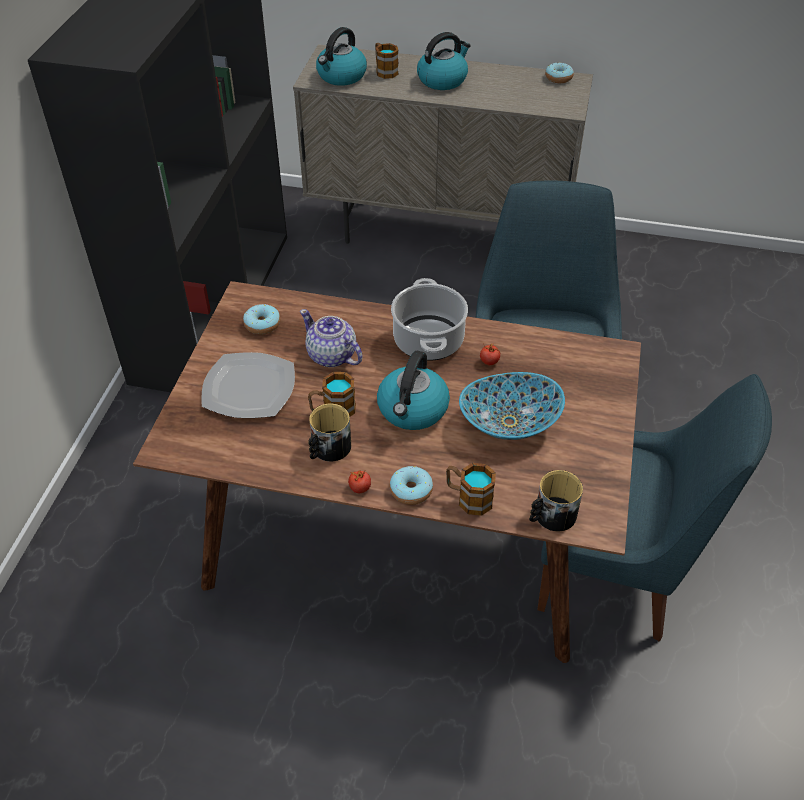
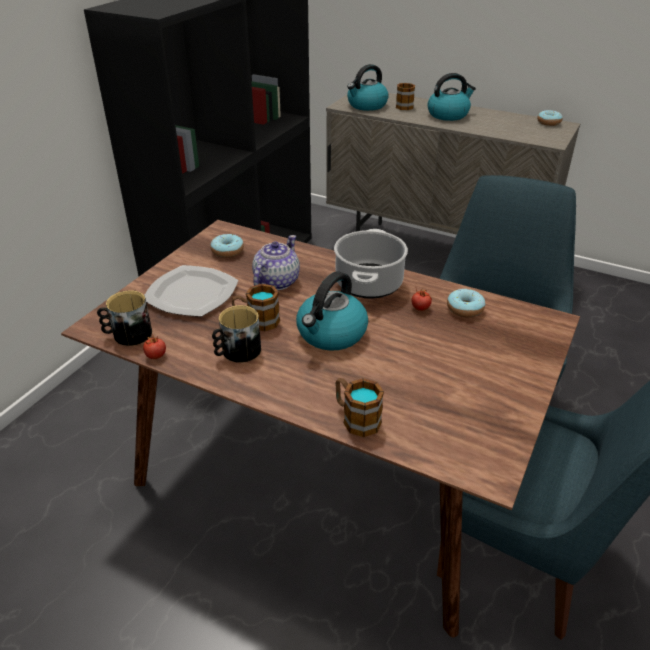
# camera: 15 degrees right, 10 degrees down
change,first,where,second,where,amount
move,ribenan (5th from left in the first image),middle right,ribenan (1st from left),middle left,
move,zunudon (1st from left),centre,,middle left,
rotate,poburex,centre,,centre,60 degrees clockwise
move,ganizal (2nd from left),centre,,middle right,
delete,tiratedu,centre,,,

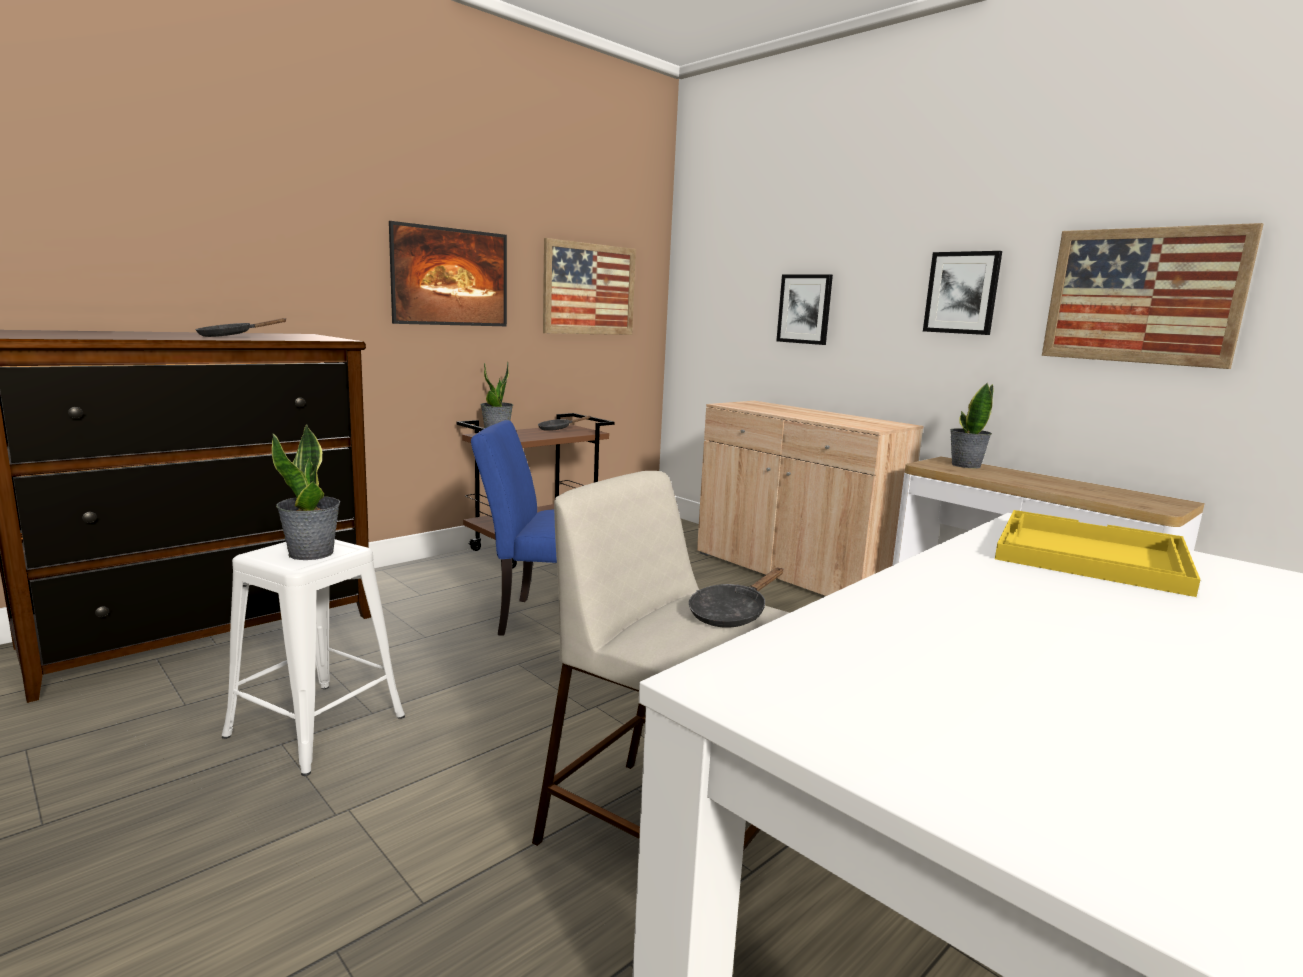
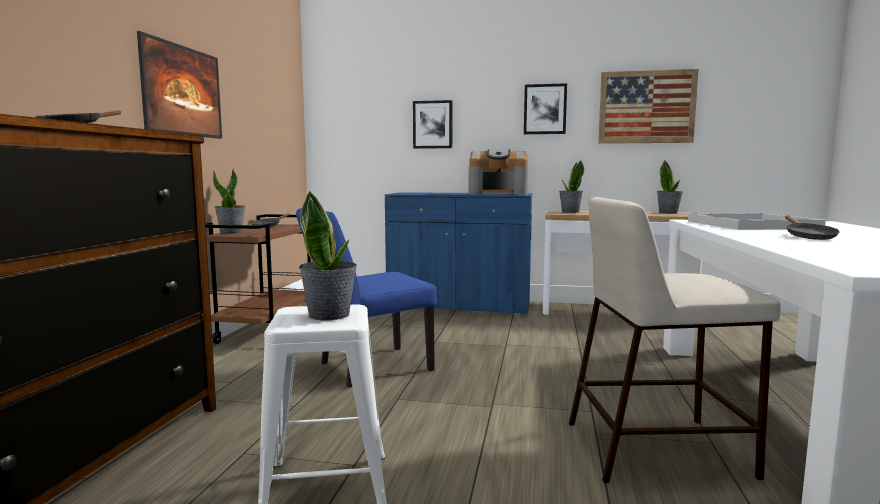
# camera: 35 degrees left, 5 degrees down
change,first,where,second,where,amount
recolor,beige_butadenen,centre,blue_butadenen,centre,
insert,,,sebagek,centre,
insert,,,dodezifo (4th from left),middle right,
recolor,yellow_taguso,middle right,white_taguso,middle right,
move,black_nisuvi (3rd from left),centre,,middle right,
delete,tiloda (2nd from left),top centre,,,

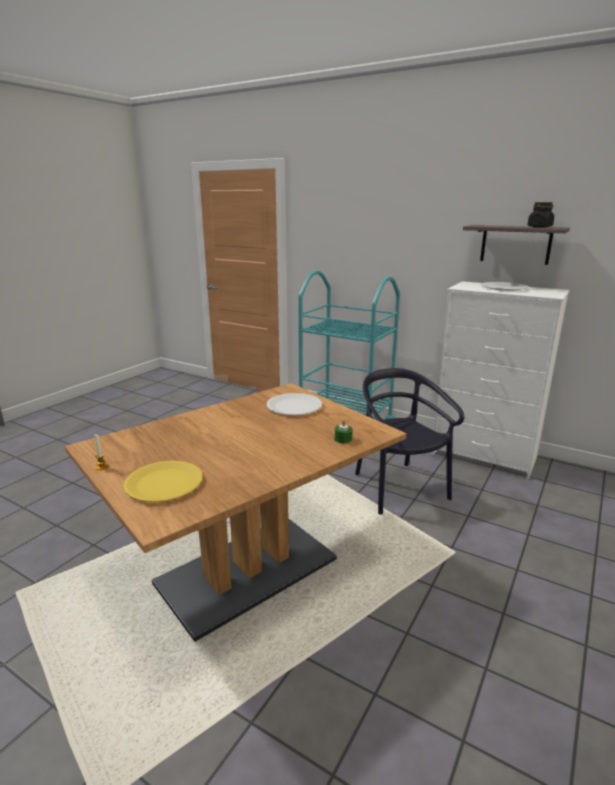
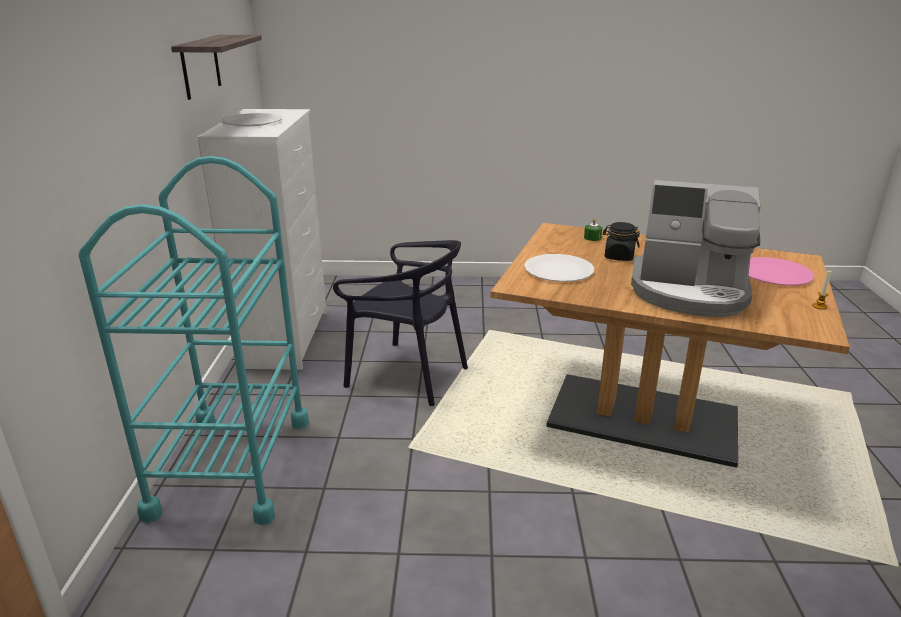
# camera: 120 degrees left, 5 degrees up
change,first,where,second,where,amount
rotate,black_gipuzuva,centre,,centre,105 degrees counterclockwise
move,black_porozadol,top right,,middle right,
insert,,,sebagek,middle right,
recolor,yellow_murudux,middle left,pink_murudux,middle right,

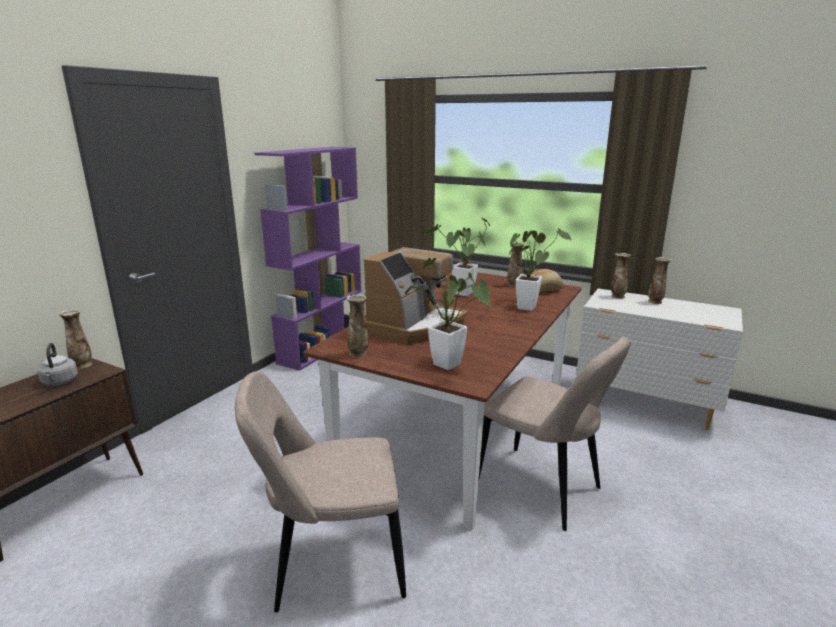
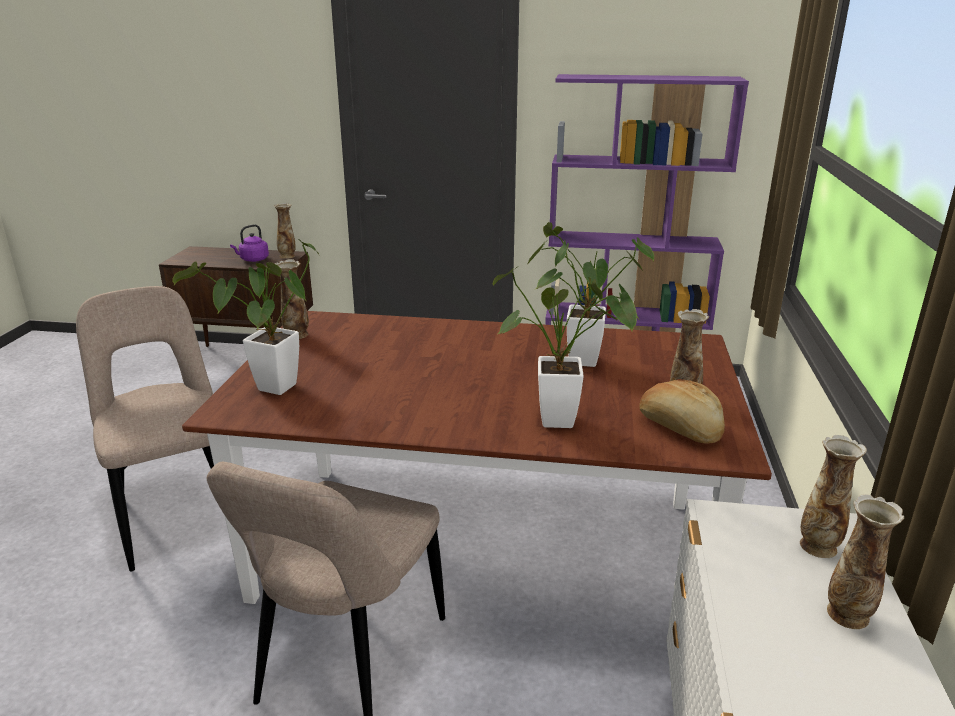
# camera: 70 degrees right, 5 degrees up
change,first,where,second,where,amount
recolor,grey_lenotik,middle left,purple_lenotik,middle left,
delete,sebagek,centre,,,

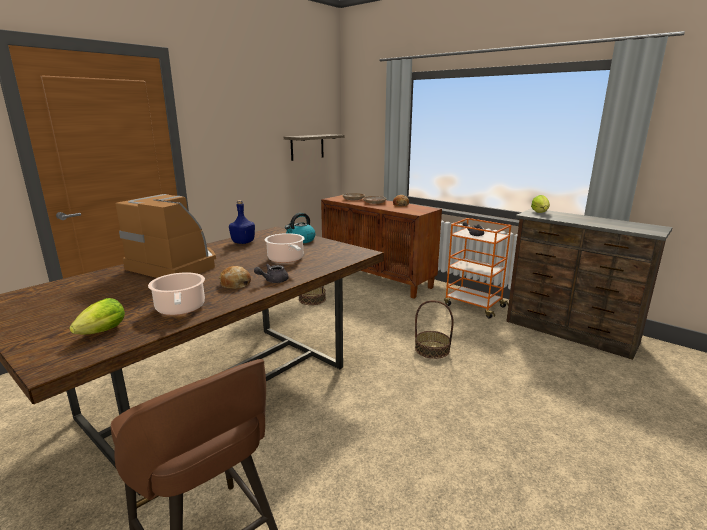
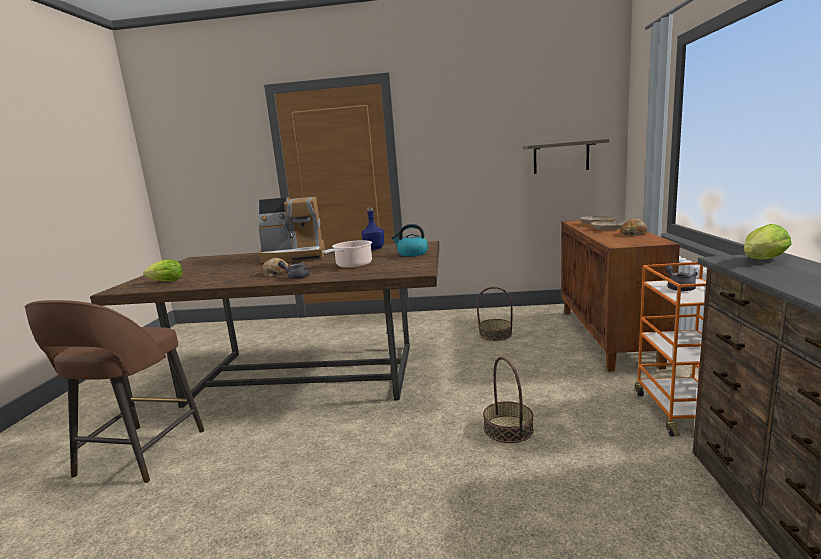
# camera: 55 degrees right, 5 degrees down
change,first,where,second,where,amount
rotate,sebagek,middle left,,centre,90 degrees clockwise
delete,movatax (1st from left),middle left,,,

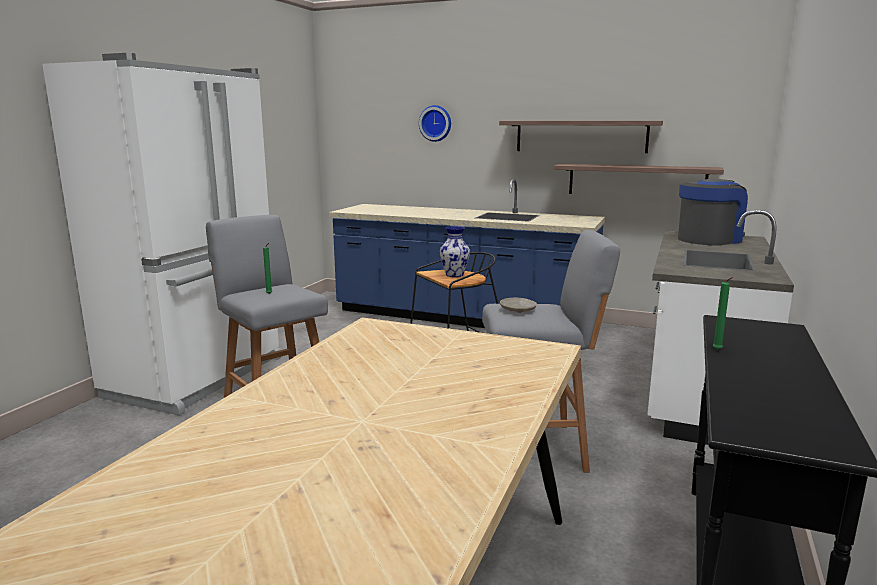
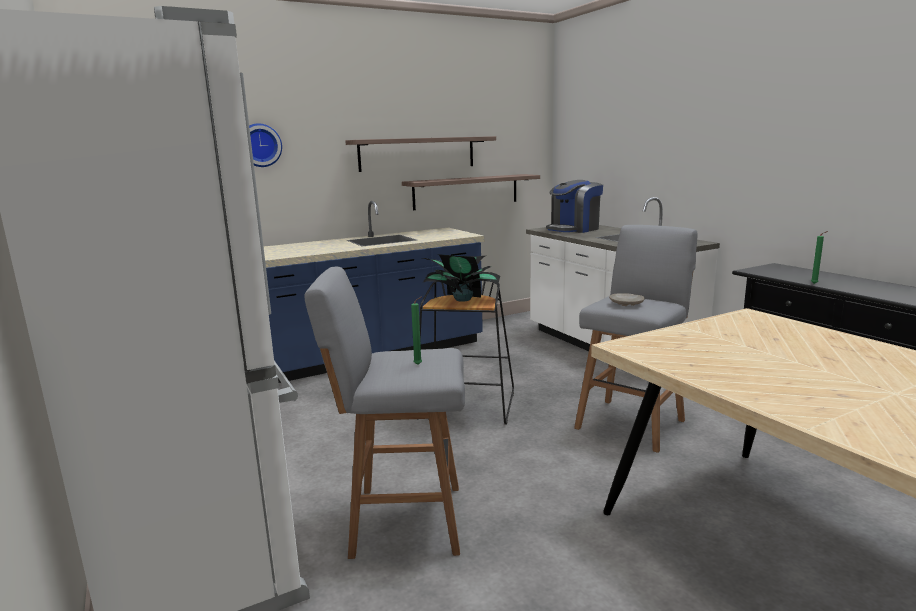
# camera: 50 degrees left, 0 degrees up
change,first,where,second,where,amount
replace,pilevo,centre,dodezifo,centre,
rotate,sebagek,middle right,,centre,135 degrees counterclockwise

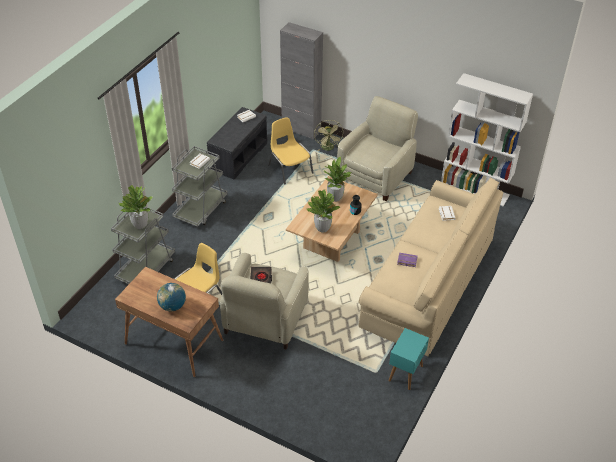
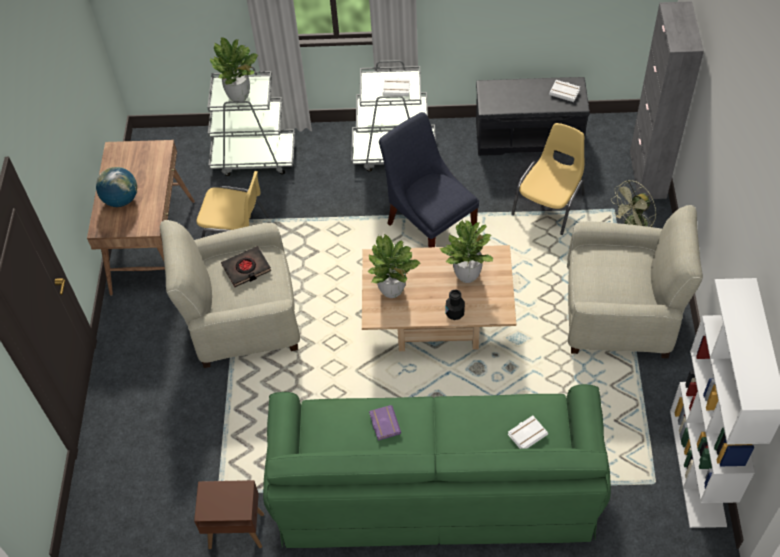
# camera: 65 degrees right, 10 degrees up
change,first,where,second,where,amount
recolor,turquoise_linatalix,bottom centre,brown_linatalix,bottom left,
recolor,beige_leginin,middle right,green_leginin,bottom centre,
insert,,,blue_gipuzuva,top centre,

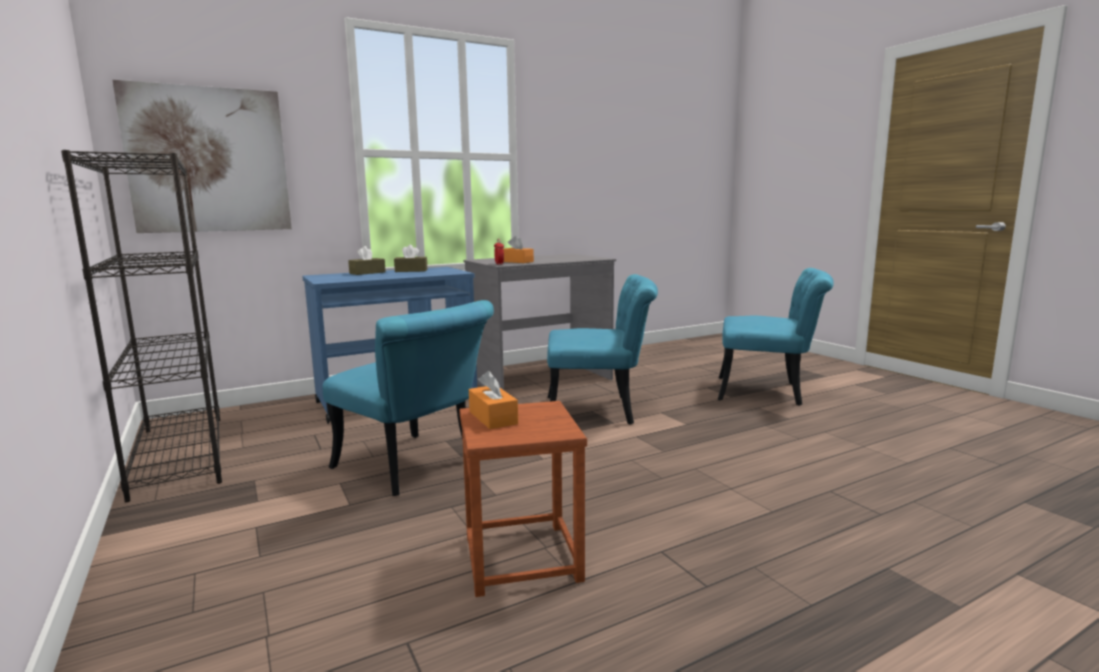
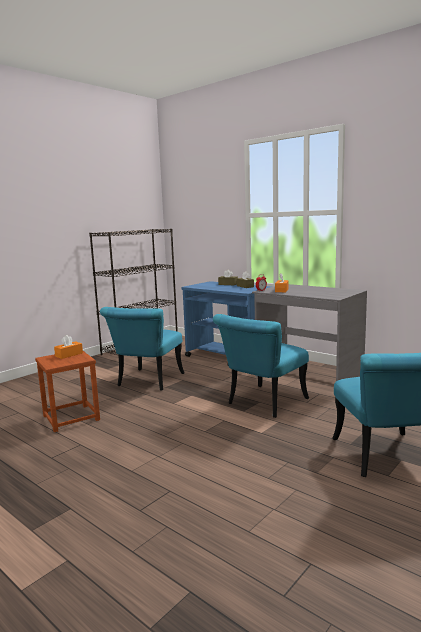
# camera: 70 degrees right, 0 degrees up
change,first,where,second,where,amount
rotate,turquoise_gipuzuva (2nd from left),centre,,centre,60 degrees clockwise
delete,tiloda,top left,,,

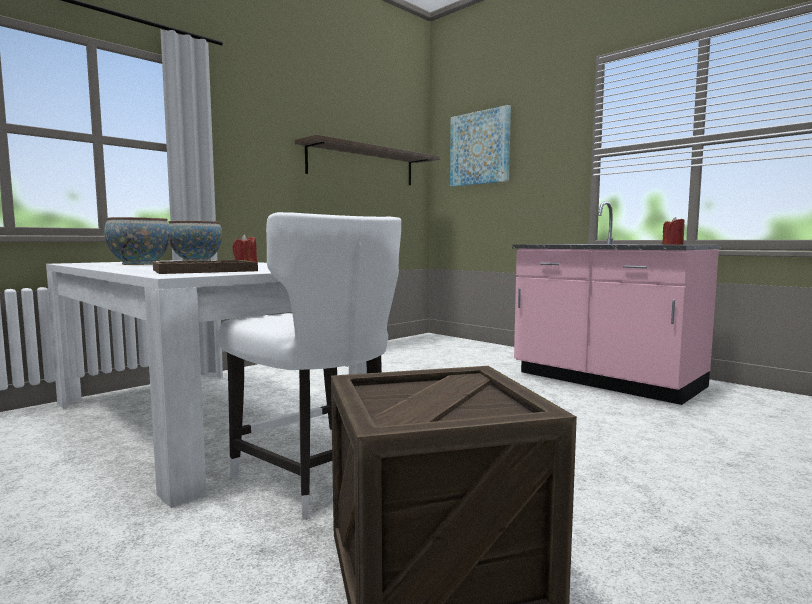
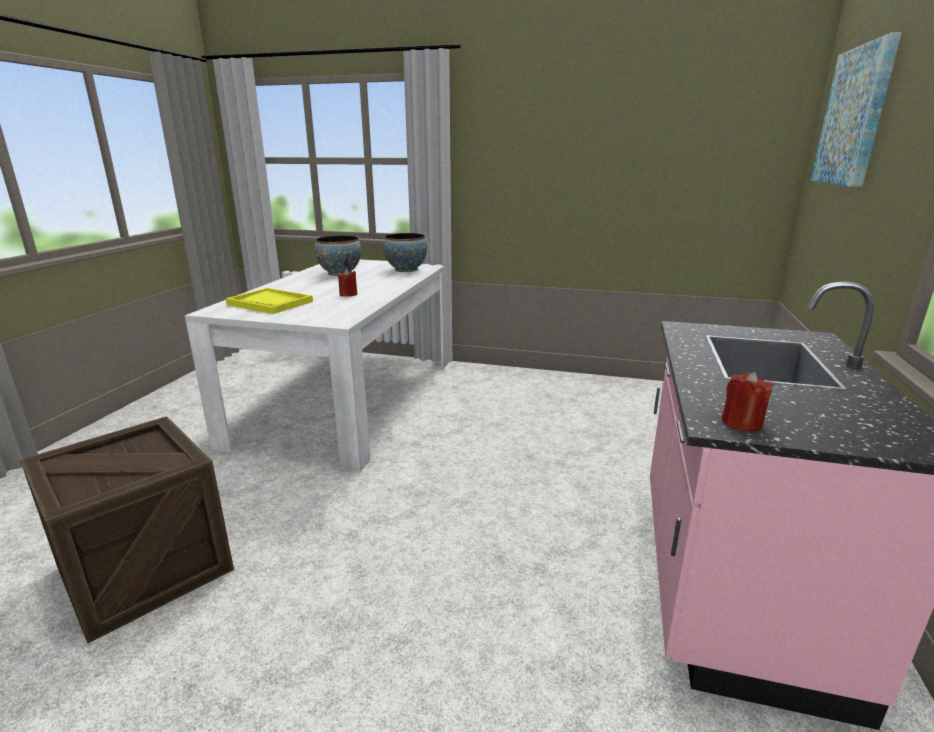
# camera: 60 degrees right, 15 degrees up
change,first,where,second,where,amount
recolor,brown_taguso,middle left,yellow_taguso,middle left,
delete,white_gipuzuva,centre,,,
delete,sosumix,top centre,,,

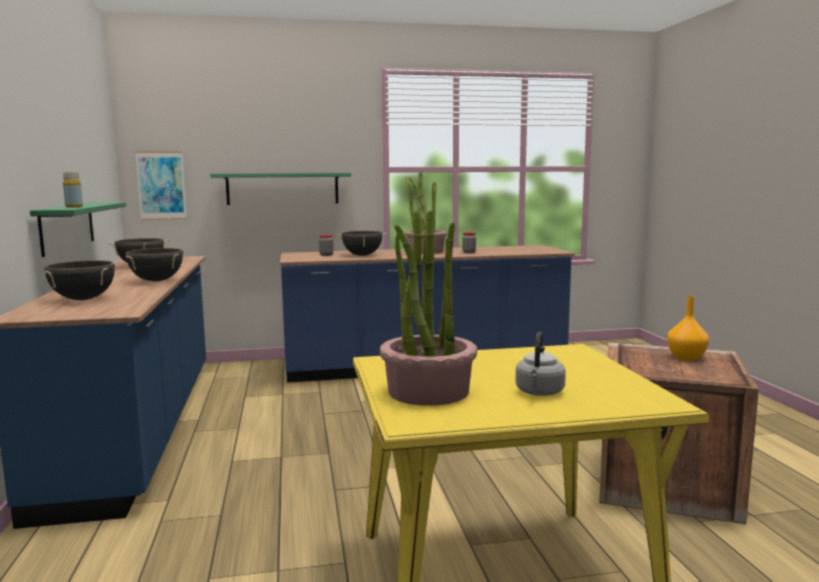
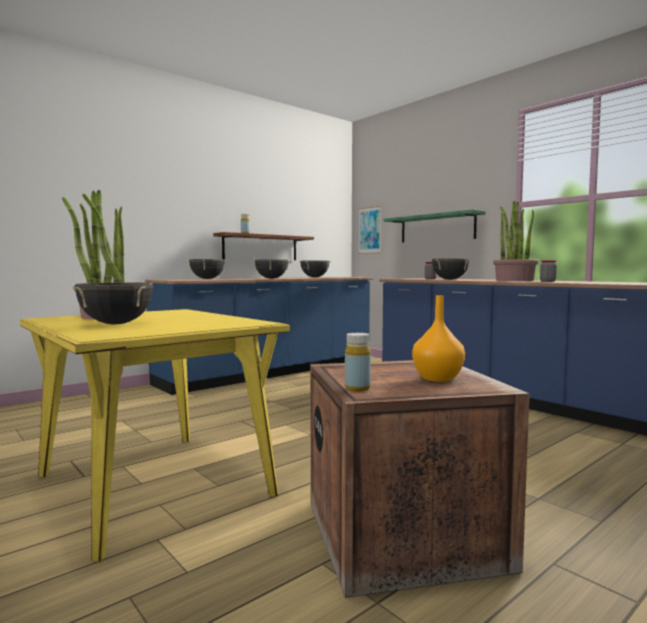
# camera: 60 degrees right, 5 degrees down
change,first,where,second,where,amount
replace,grey_lenotik,centre,black_movatax (1st from left),middle left,
recolor,green_sosumix (1st from left),middle left,brown_sosumix,centre,
insert,,,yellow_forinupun (2nd from left),centre,

